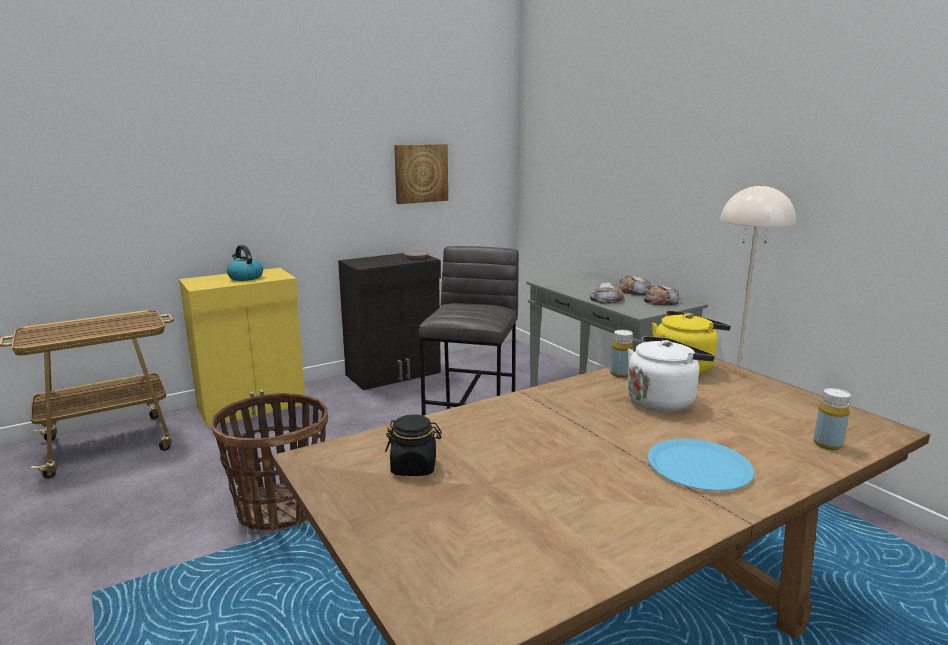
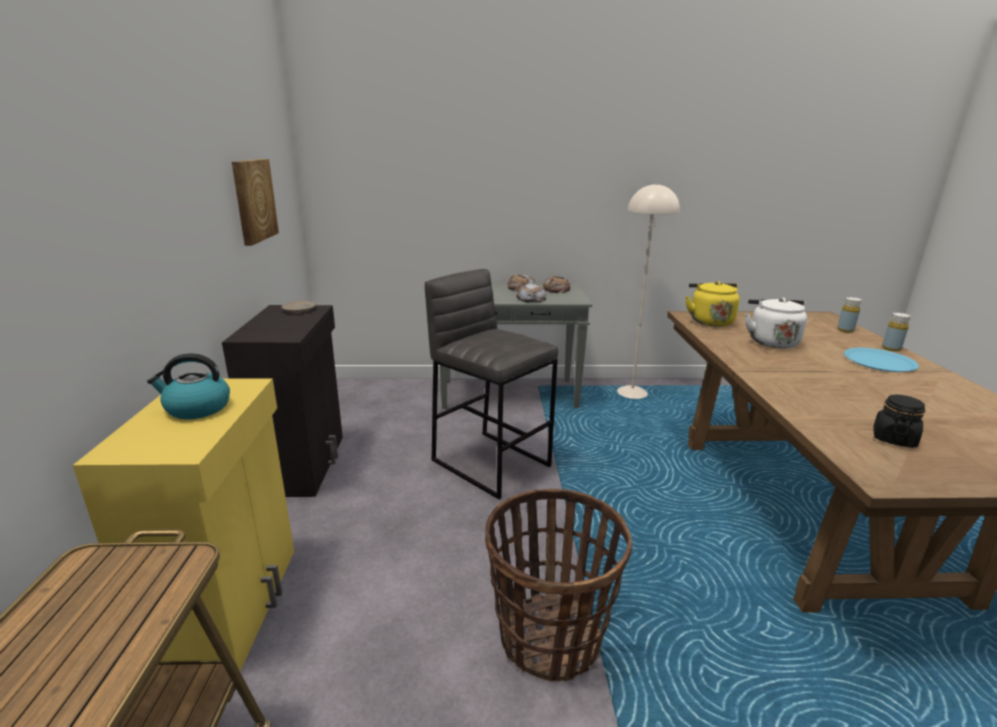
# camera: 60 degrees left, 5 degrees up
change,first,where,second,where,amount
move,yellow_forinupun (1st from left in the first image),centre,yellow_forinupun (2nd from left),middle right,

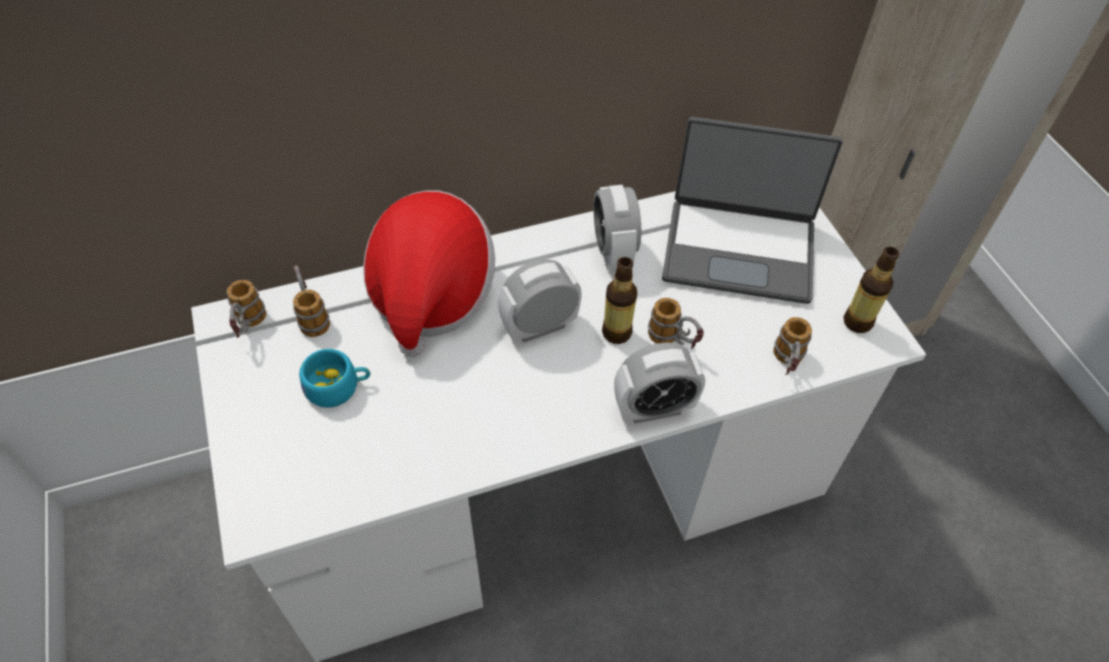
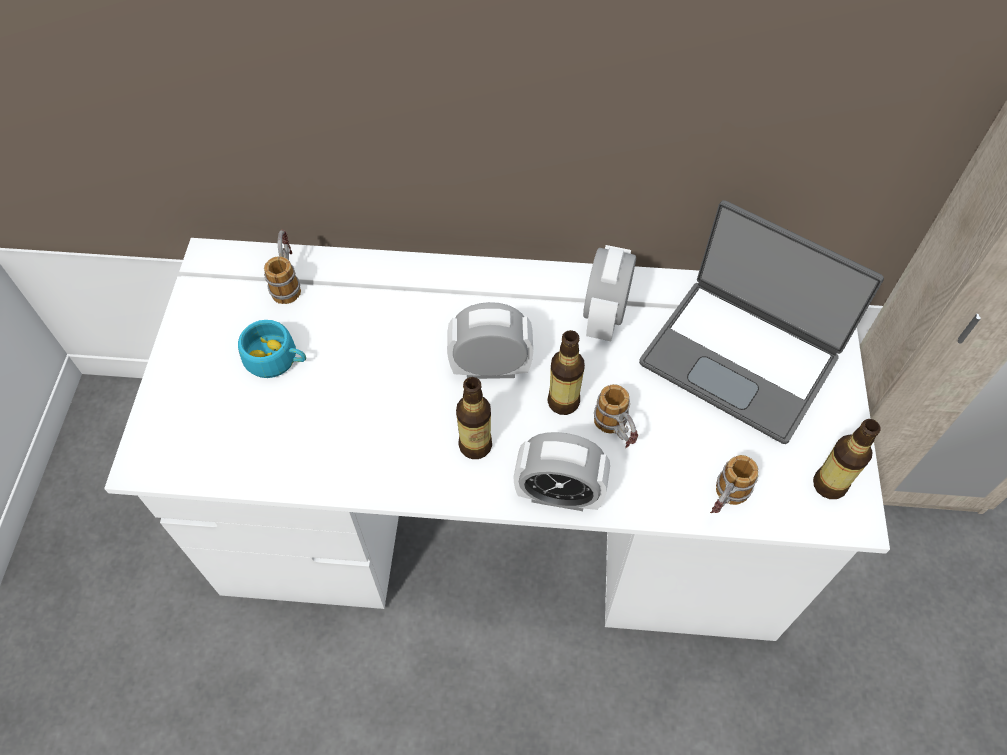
# camera: 25 degrees right, 5 degrees up
change,first,where,second,where,amount
insert,,,forinupun (1st from left),centre,
delete,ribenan (1st from left),middle left,,,
delete,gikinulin,centre,,,

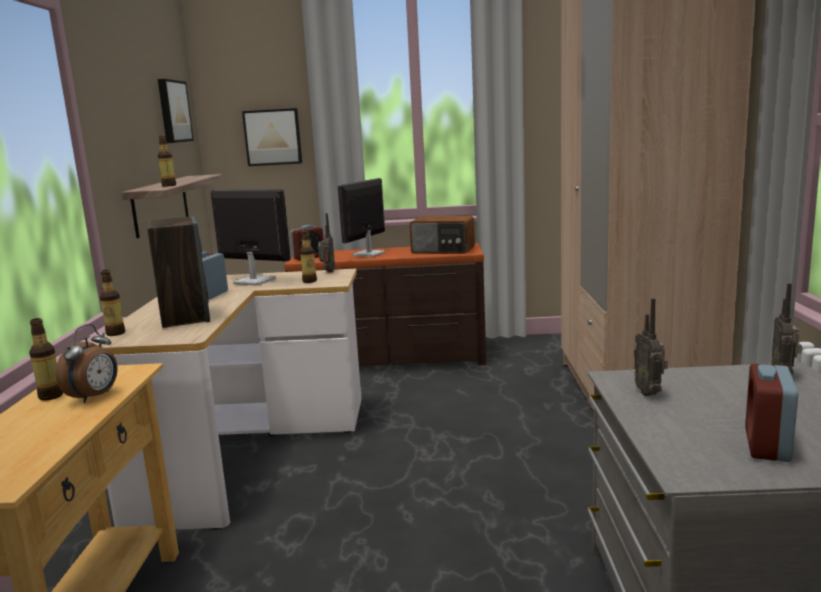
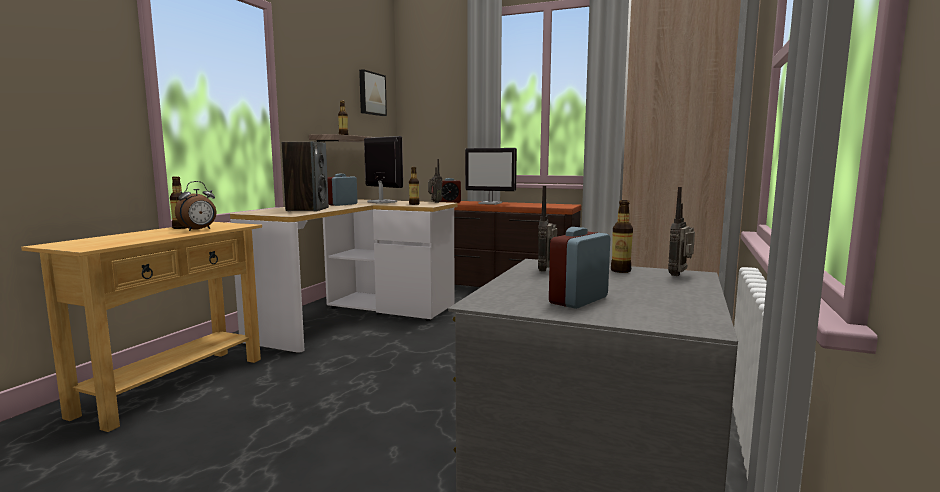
# camera: 20 degrees right, 5 degrees down
change,first,where,second,where,amount
rotate,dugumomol (2nd from left),centre,,centre,120 degrees counterclockwise
move,forinupun (2nd from left in the first image),middle left,forinupun (4th from left),centre,
delete,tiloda (2nd from left),top left,,,
delete,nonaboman (2nd from left),centre,,,

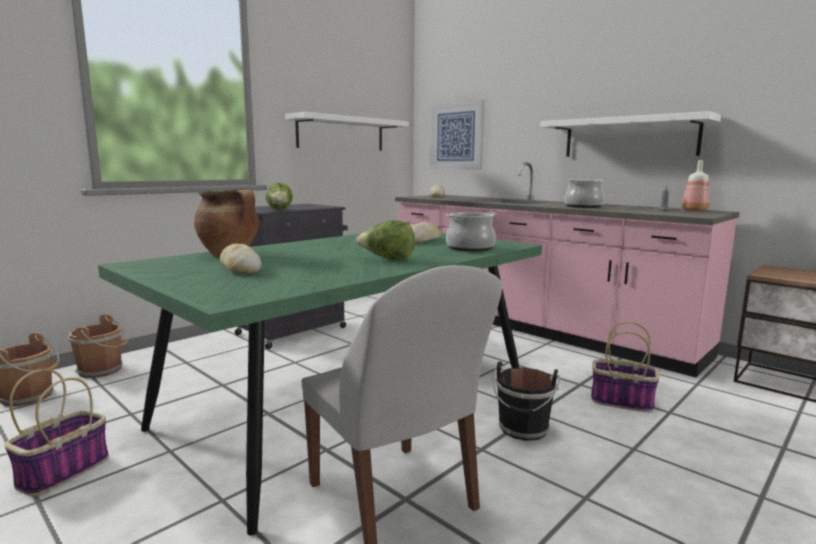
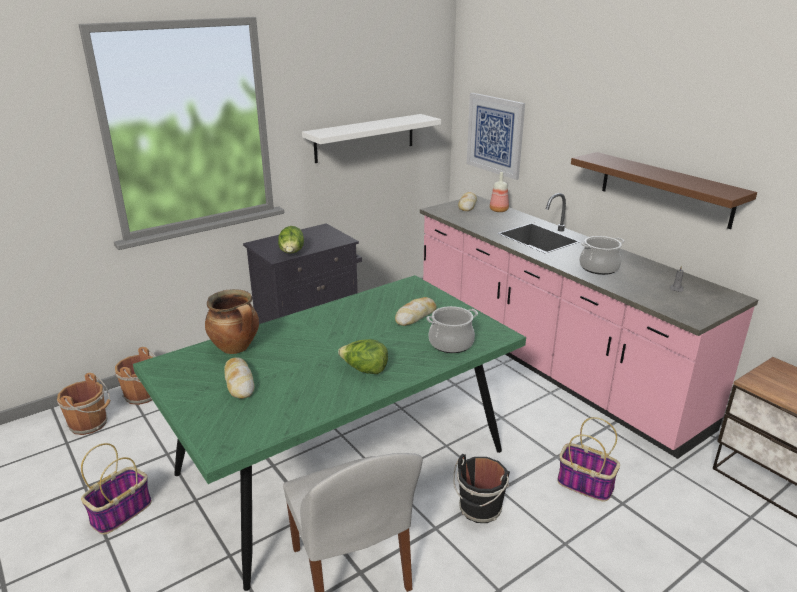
# camera: 10 degrees right, 15 degrees up
change,first,where,second,where,amount
move,forinupun,middle right,,top centre,
recolor,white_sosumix (2nd from left),top right,brown_sosumix,top right,

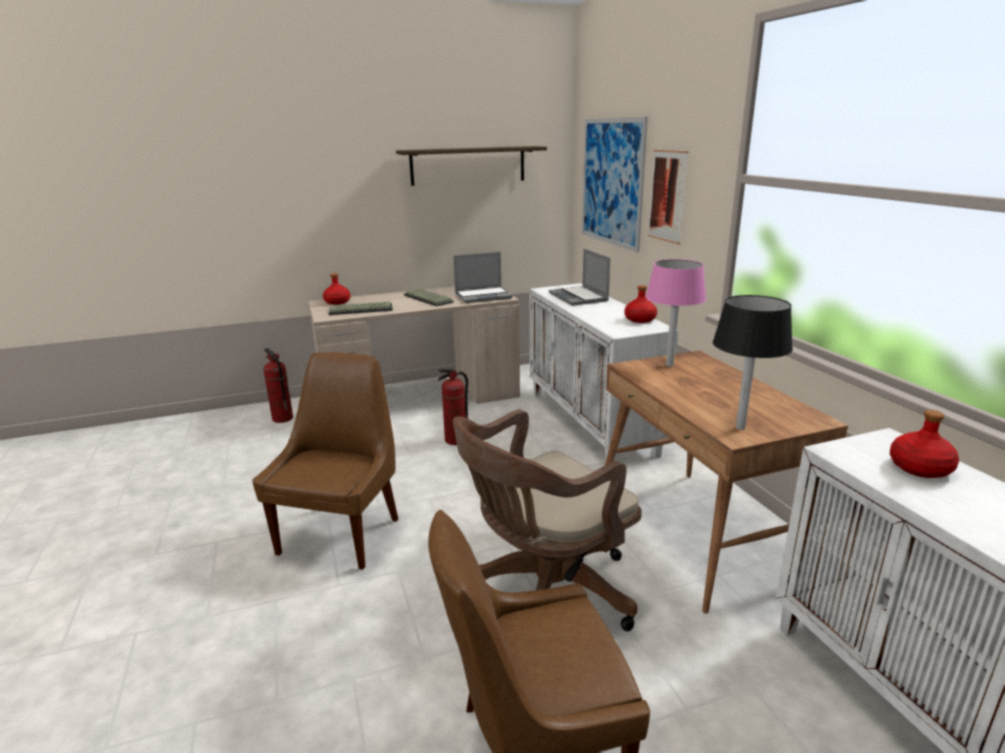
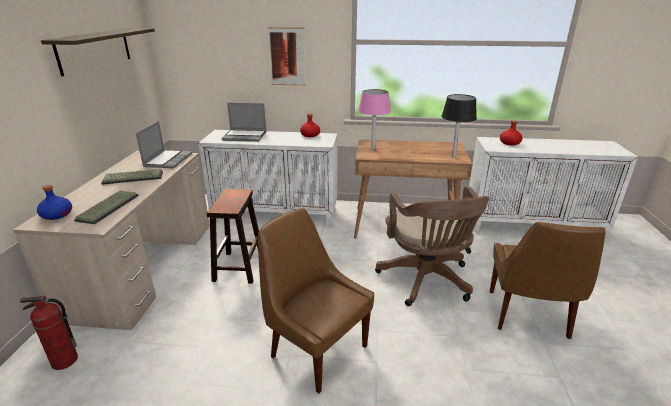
# camera: 65 degrees left, 5 degrees up
change,first,where,second,where,amount
recolor,red_forinupun (1st from left),centre,blue_forinupun,middle left,
replace,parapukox (2nd from left),centre,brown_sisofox,centre,
delete,tiloda (1st from left),top centre,,,

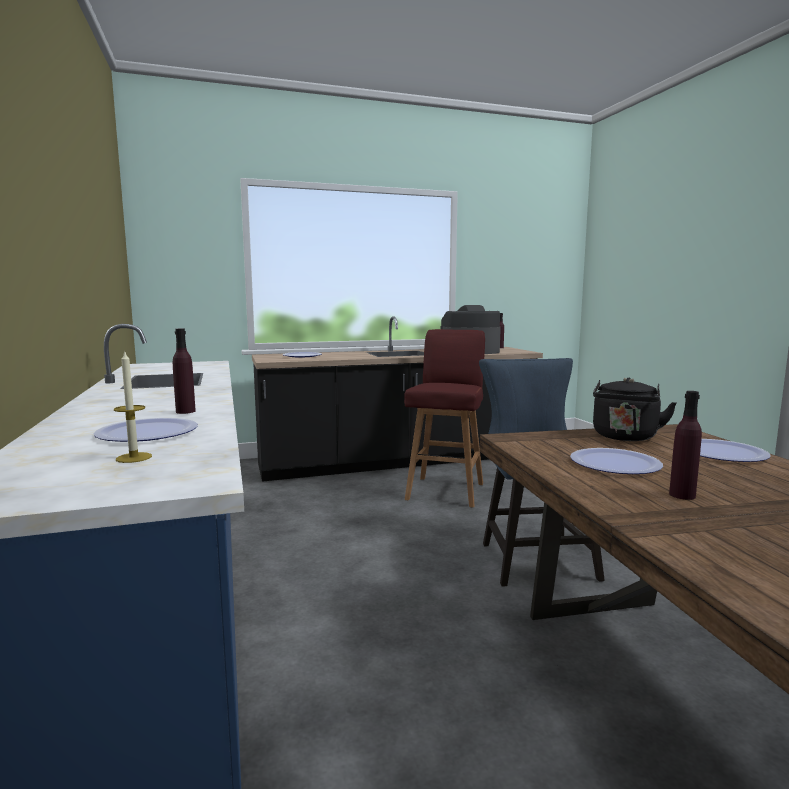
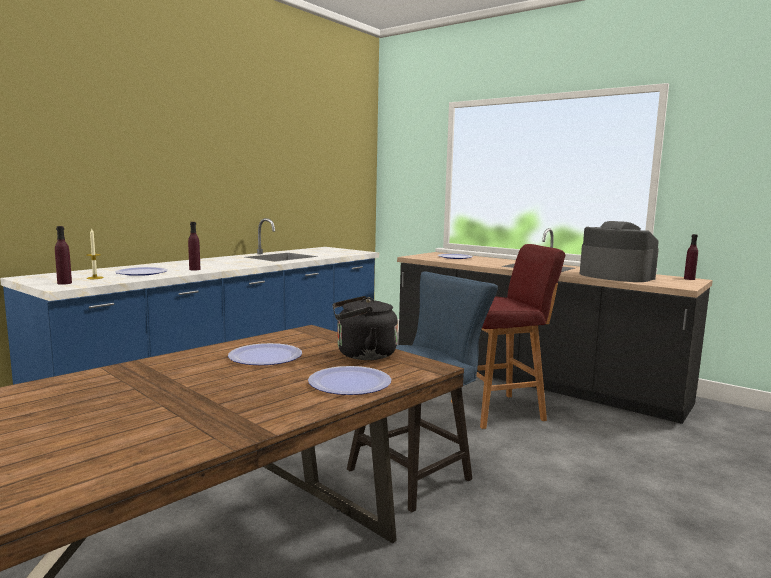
# camera: 55 degrees right, 0 degrees up
change,first,where,second,where,amount
move,purple_forinupun (3rd from left in the first image),middle right,purple_forinupun (1st from left),middle left,

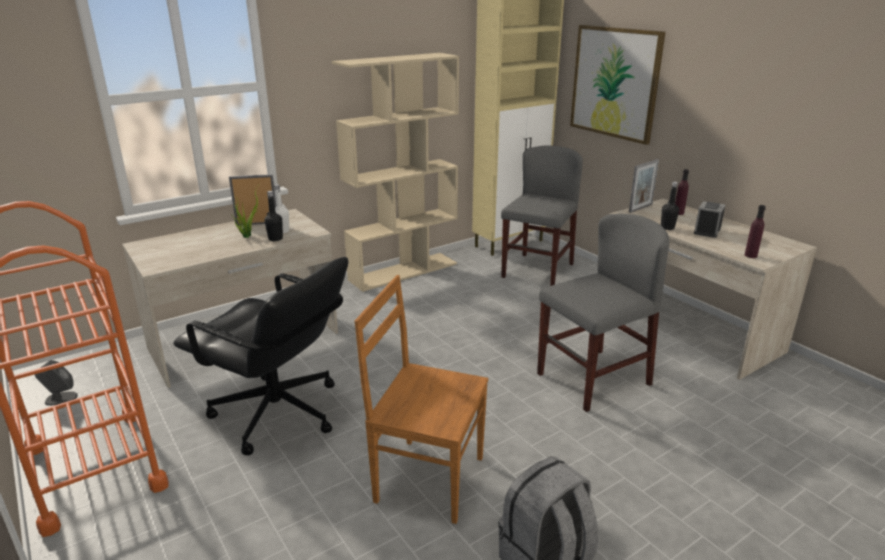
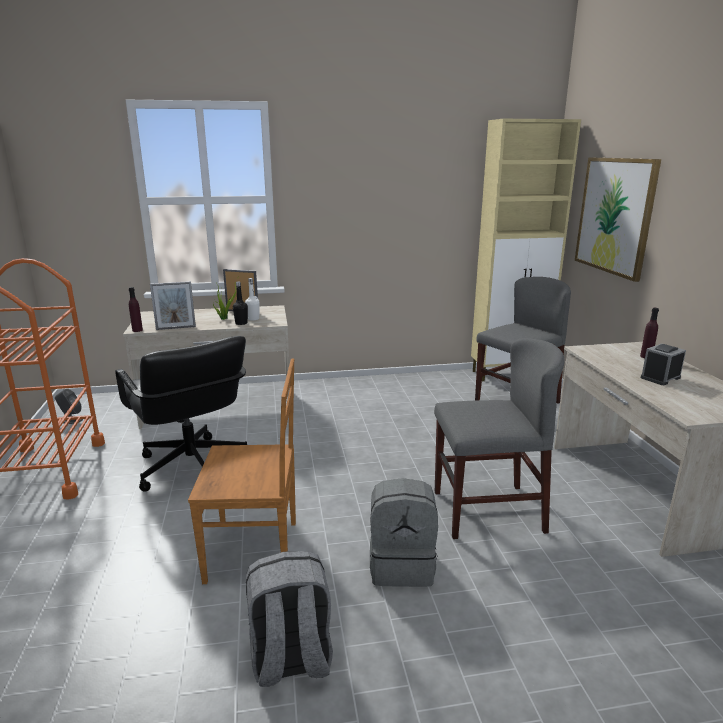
# camera: 25 degrees right, 5 degrees down
change,first,where,second,where,amount
move,purple_forinupun (2nd from left in the first image),middle right,purple_forinupun (1st from left),middle left,
move,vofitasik (2nd from left in the first image),top right,vofitasik (1st from left),middle left,
rotate,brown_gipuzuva,bottom centre,,centre,135 degrees clockwise
insert,,,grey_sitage (2nd from left),bottom centre,
delete,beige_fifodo,top centre,,,
delete,black_forinupun (2nd from left),middle right,,,

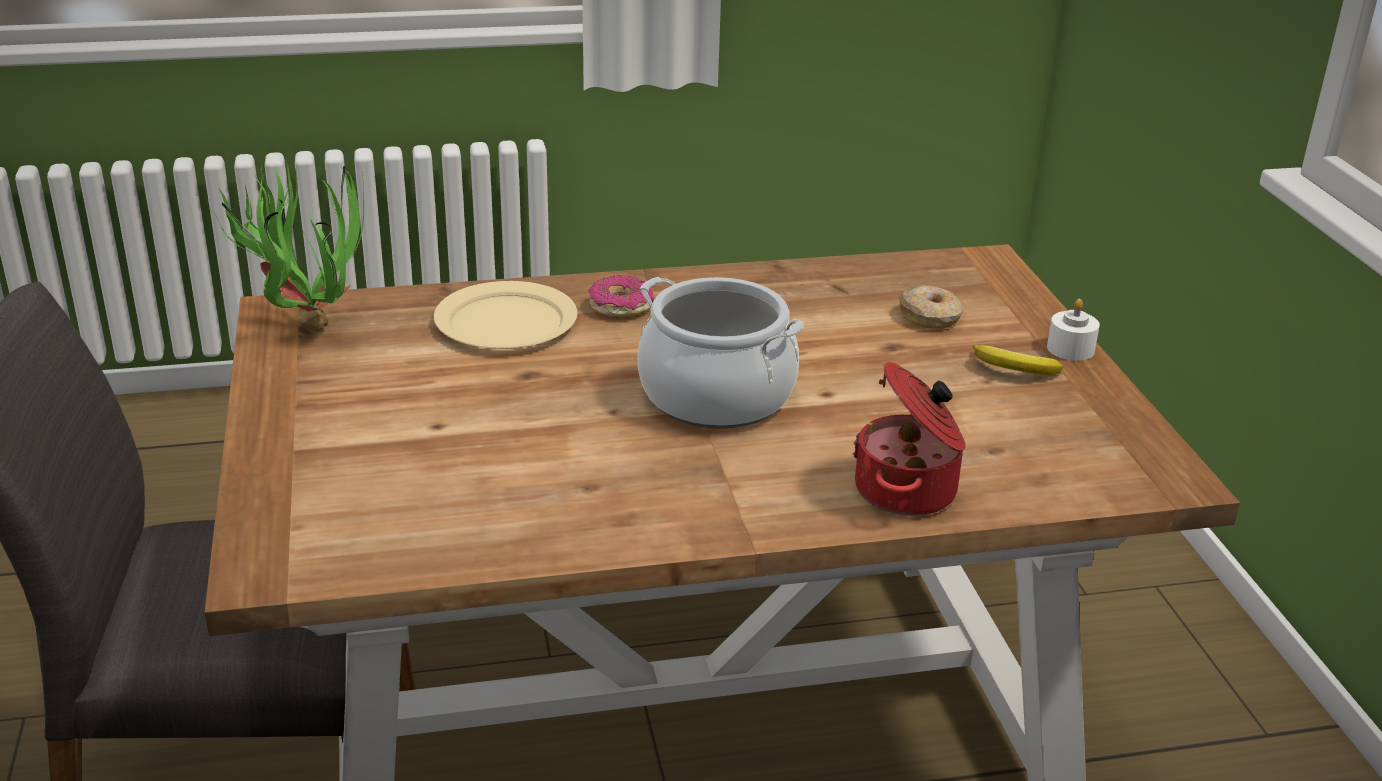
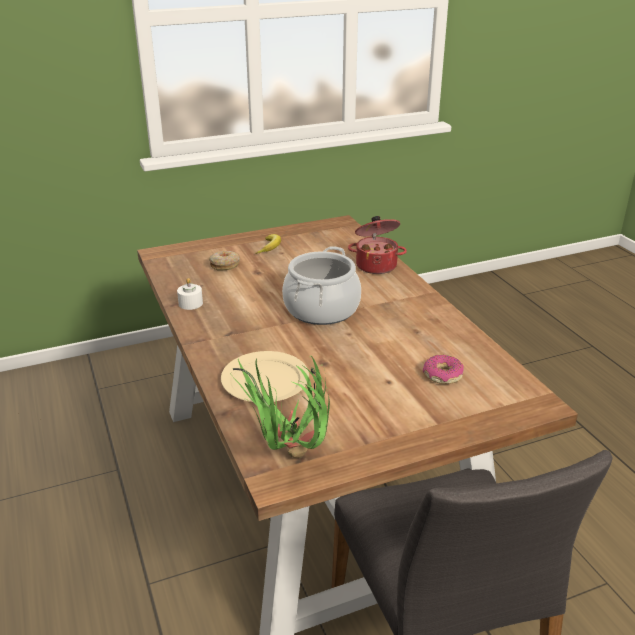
# camera: 100 degrees left, 0 degrees up
change,first,where,second,where,amount
move,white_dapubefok,middle right,,middle left,
move,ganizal (1st from left in the first image),centre,ganizal (2nd from left),middle right,

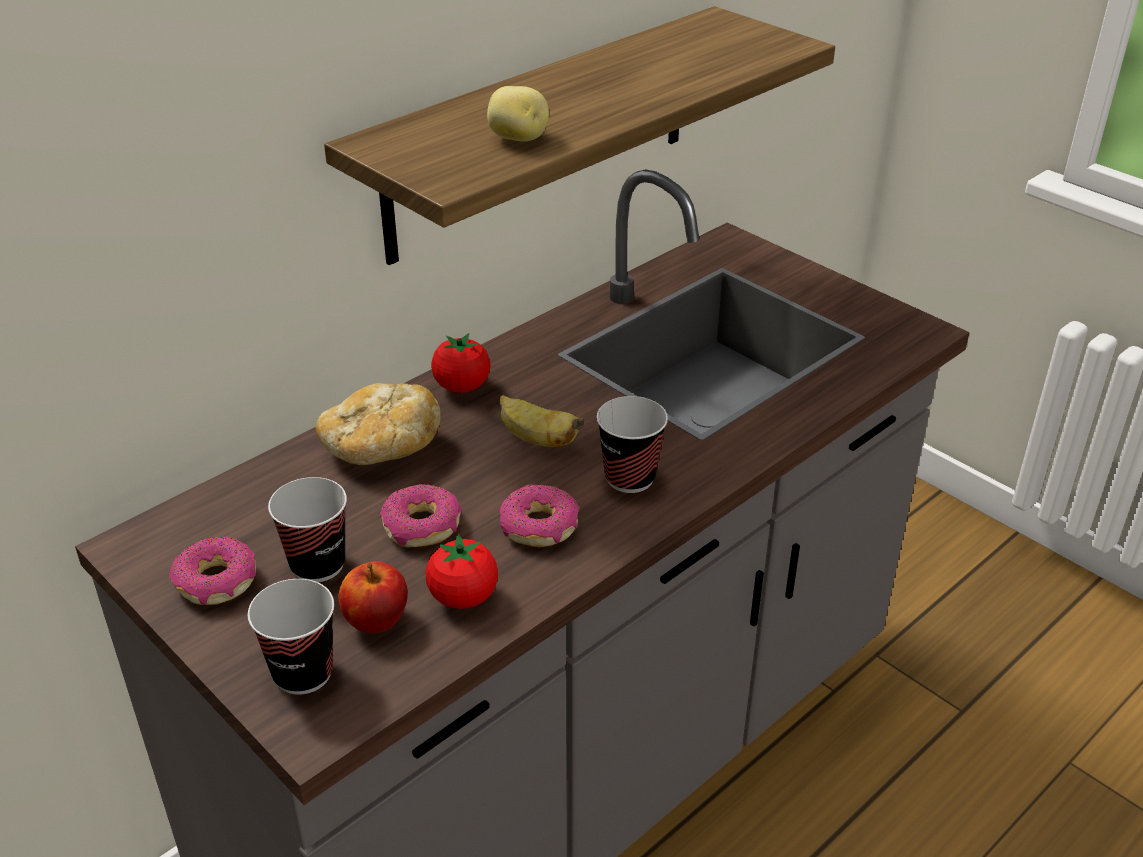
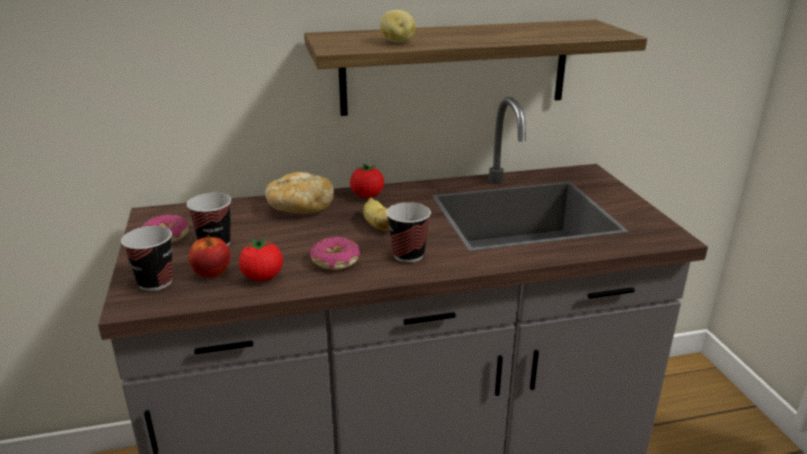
# camera: 30 degrees right, 10 degrees down
change,first,where,second,where,amount
delete,ganizal (2nd from left),centre,,,

